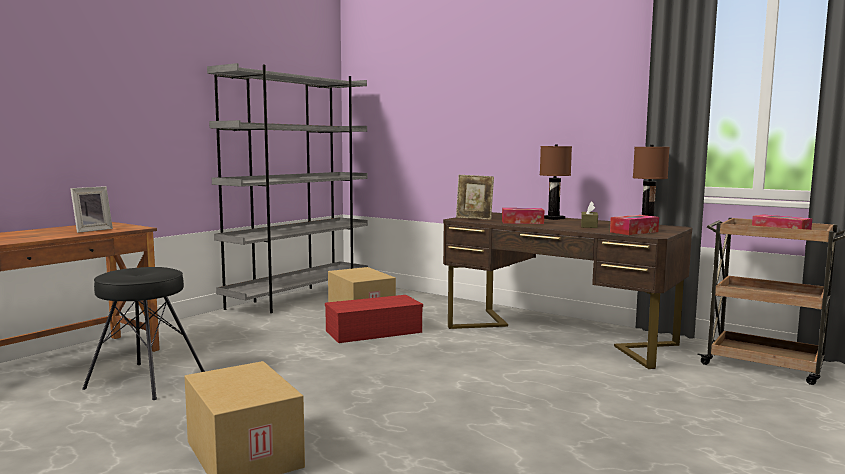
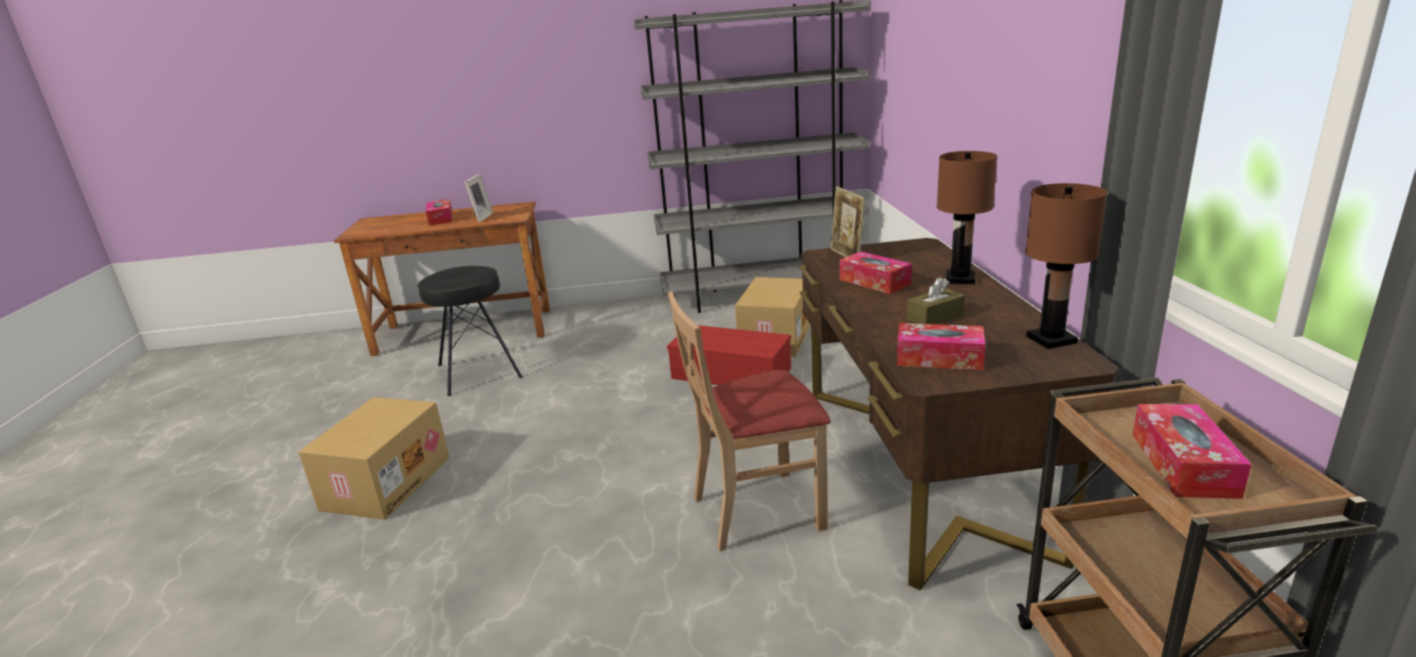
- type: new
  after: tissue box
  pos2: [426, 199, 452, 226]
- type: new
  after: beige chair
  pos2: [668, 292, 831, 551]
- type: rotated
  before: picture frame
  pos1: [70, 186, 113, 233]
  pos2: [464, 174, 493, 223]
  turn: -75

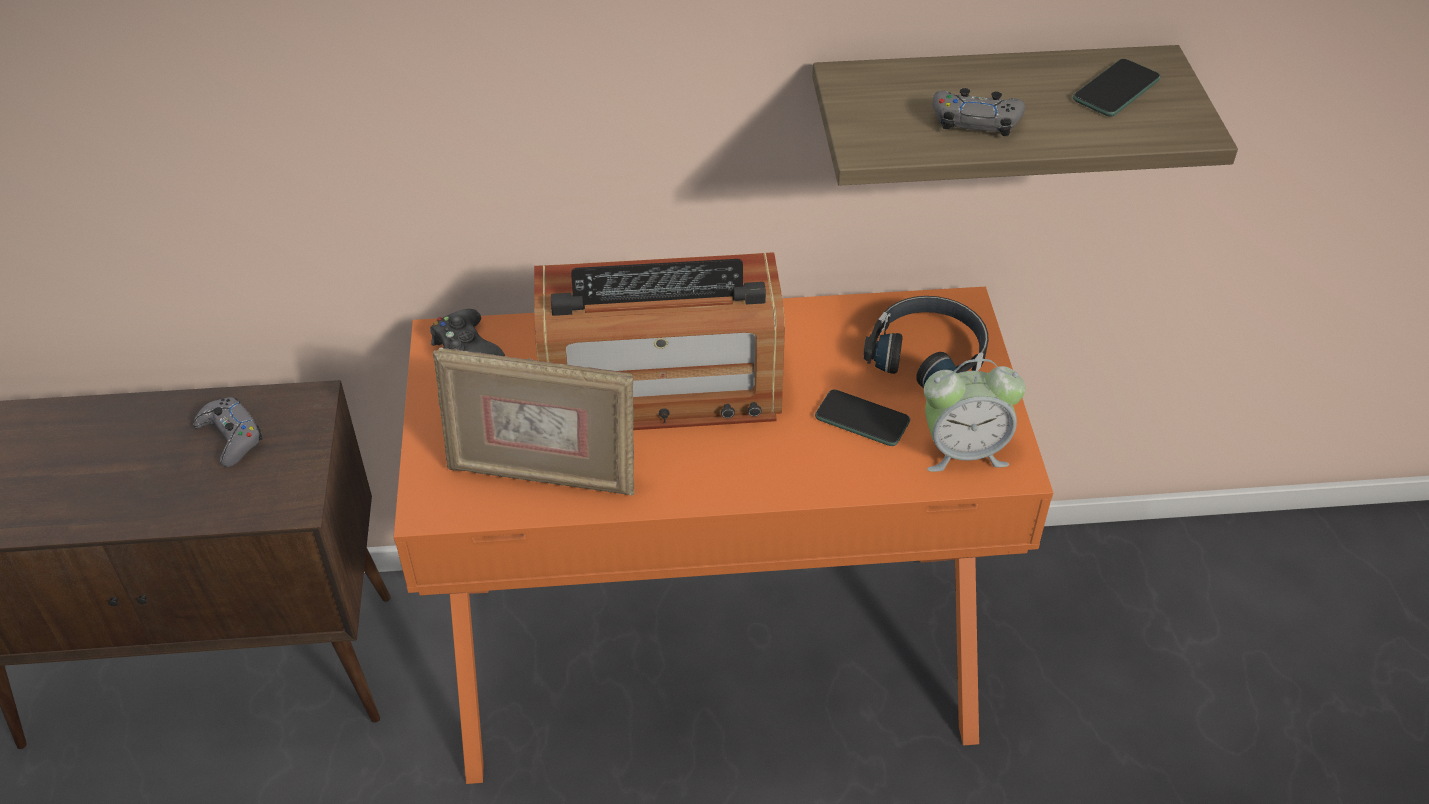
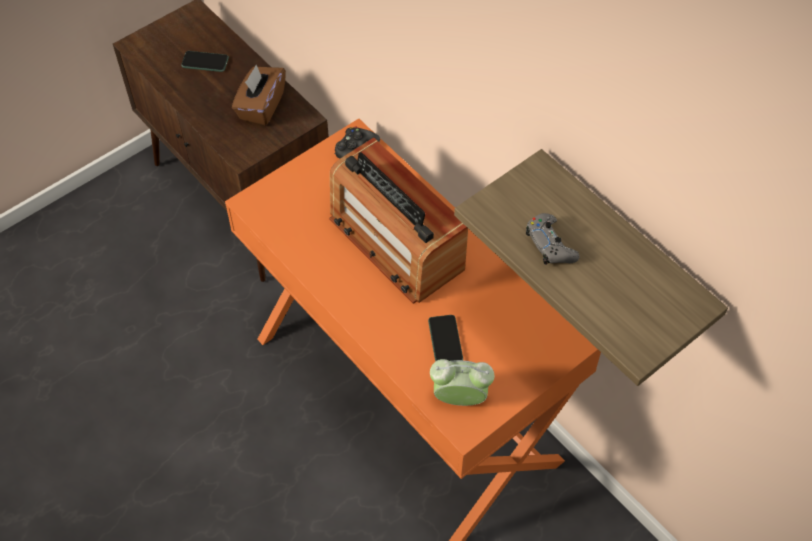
- type: gone
  before: picture frame
  pos1: [433, 347, 635, 496]
- type: gone
  before: black headphones
  pos1: [863, 296, 989, 388]
- type: shifted
  before: phone
  pos1: [1073, 59, 1161, 117]
  pos2: [181, 51, 229, 72]
- type: swapped
  before: grey game controller
  after: brown tissue box
  pos1: [194, 397, 263, 467]
  pos2: [232, 65, 286, 126]
- type: rotated
  before: alarm clock
  pos1: [924, 359, 1025, 472]
  pos2: [430, 359, 494, 406]
  turn: 135

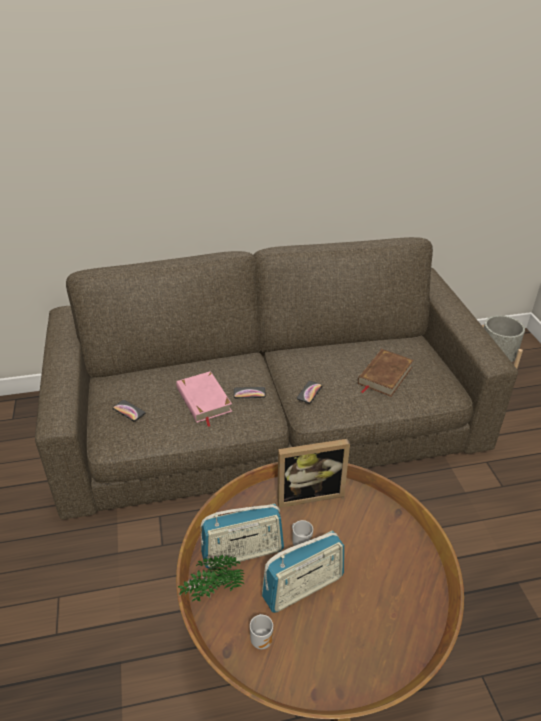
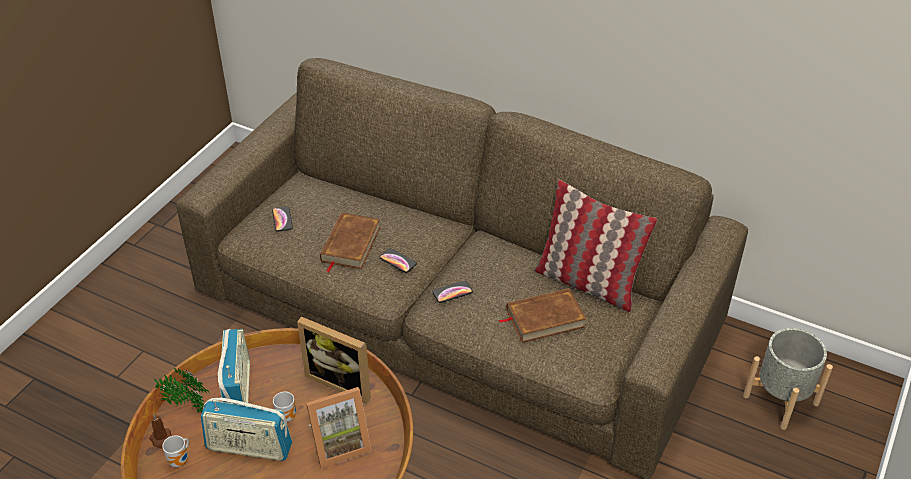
- type: new
  after: brown candle
  pos2: [149, 413, 172, 449]
- type: new
  after: picture frame
  pos2: [306, 387, 372, 468]
- type: new
  after: pillow
  pos2: [534, 180, 657, 312]
- type: repainted
  before: pink book
  after: brown book
  pos1: [176, 371, 232, 427]
  pos2: [320, 213, 380, 272]
- type: rotated
  before: radio
  pos1: [201, 503, 284, 569]
  pos2: [218, 329, 250, 404]
  turn: -120

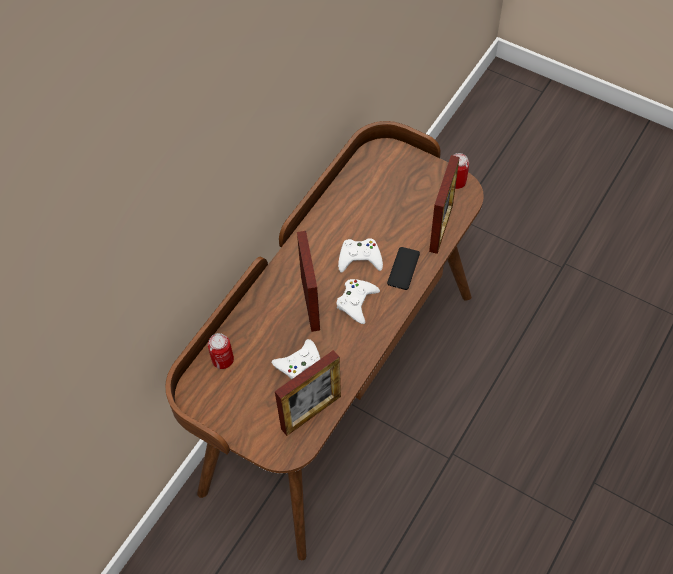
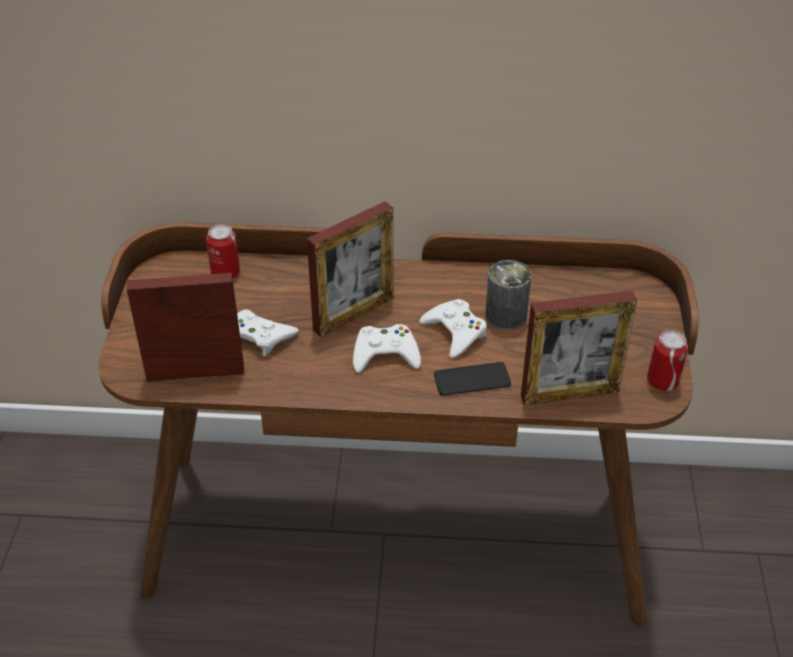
- type: new
  after: can
  pos2: [485, 260, 532, 330]
- type: rotated
  before: picture frame
  pos1: [275, 350, 341, 436]
  pos2: [127, 273, 244, 382]
  turn: 150

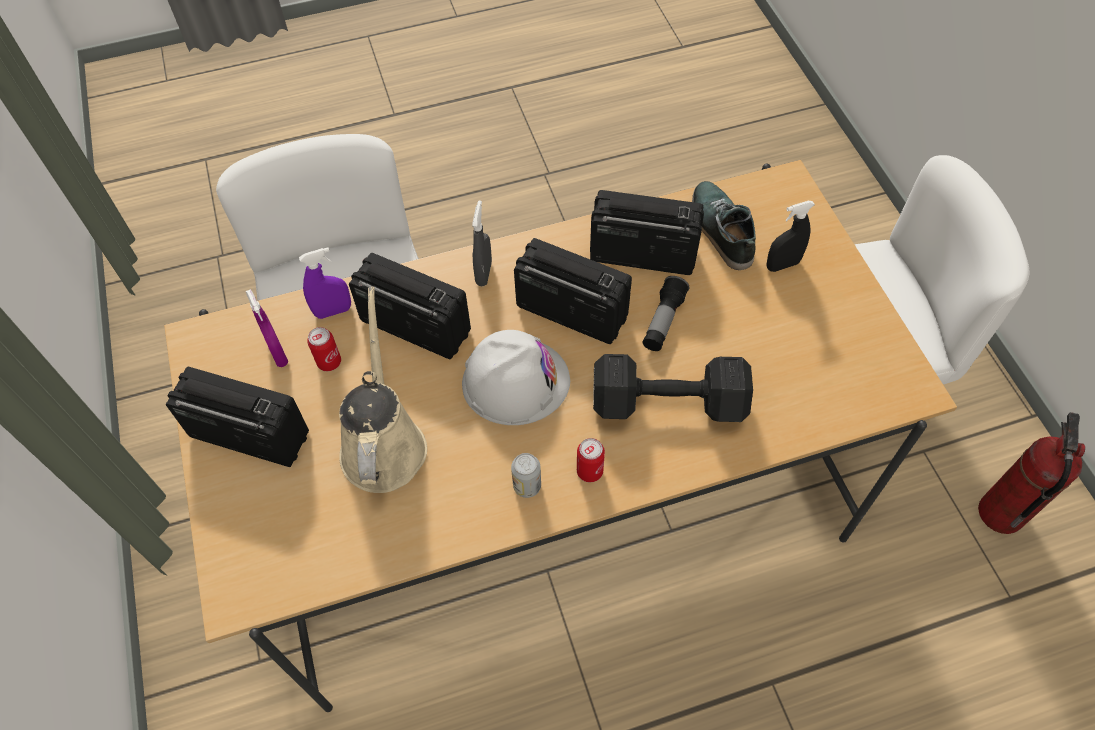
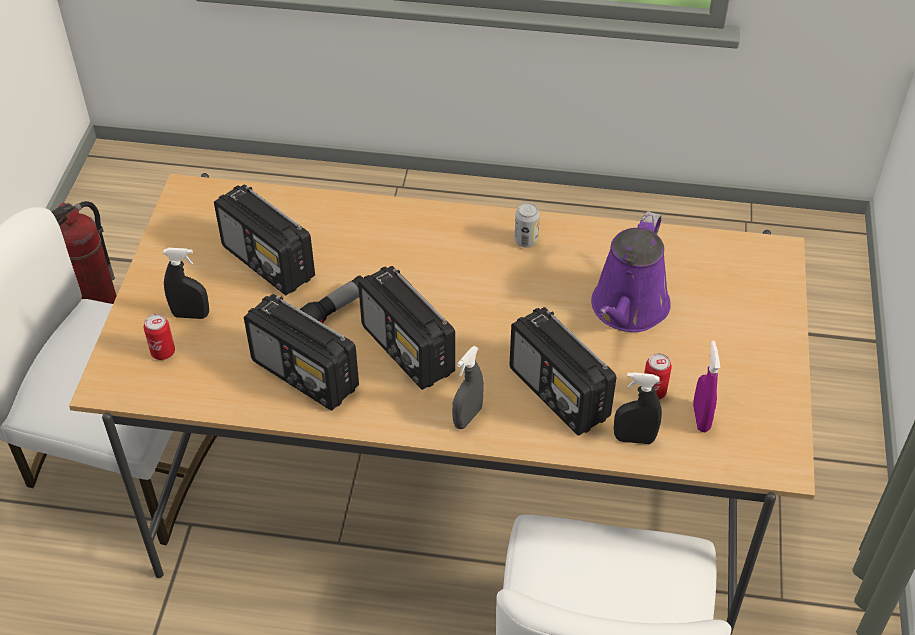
- type: gone
  before: white hard hat
  pos1: [462, 330, 570, 425]
- type: gone
  before: black dumbbell
  pos1: [593, 354, 753, 422]
- type: gone
  before: shoe
  pos1: [692, 181, 756, 270]
- type: shifted
  before: radio
  pos1: [166, 367, 309, 467]
  pos2: [214, 185, 315, 295]
- type: shifted
  before: can
  pos1: [577, 438, 605, 482]
  pos2: [144, 314, 175, 360]
- type: repainted
  before: purple spray bottle
  after: black spray bottle
  pos1: [299, 247, 351, 319]
  pos2: [614, 372, 662, 444]
- type: repainted
  before: beige watering can
  after: purple watering can
  pos1: [339, 286, 427, 493]
  pos2: [591, 211, 671, 332]

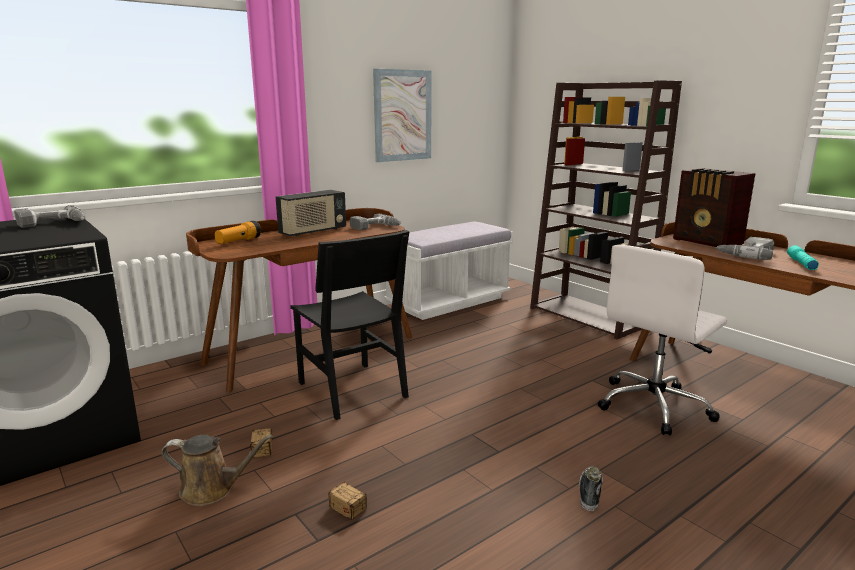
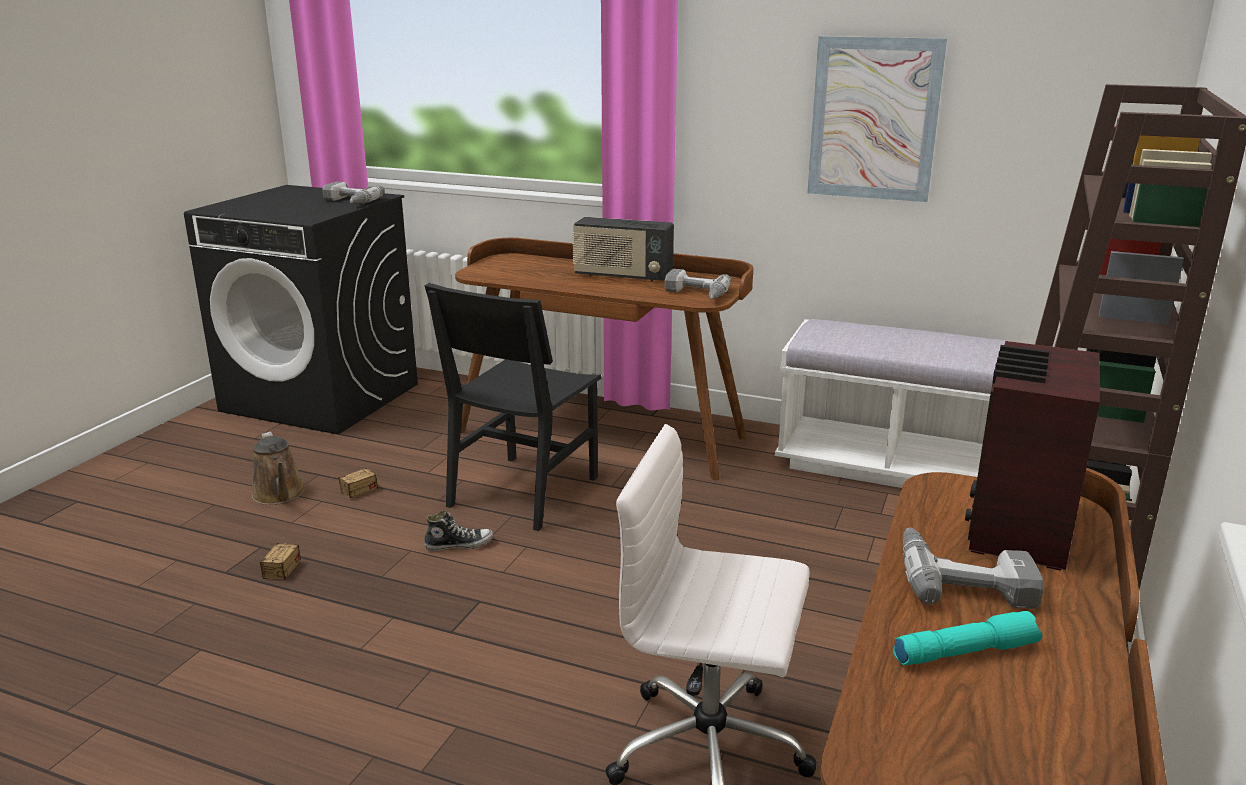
- type: gone
  before: flashlight
  pos1: [215, 221, 261, 244]
- type: shifted
  before: shoe
  pos1: [579, 466, 603, 511]
  pos2: [424, 510, 494, 551]

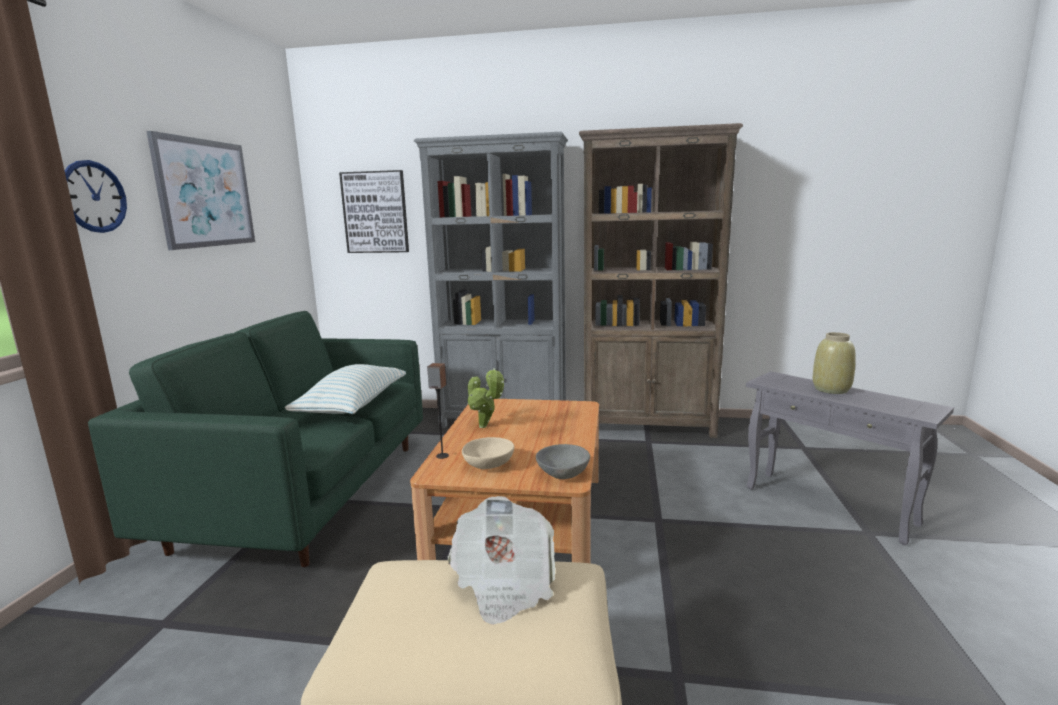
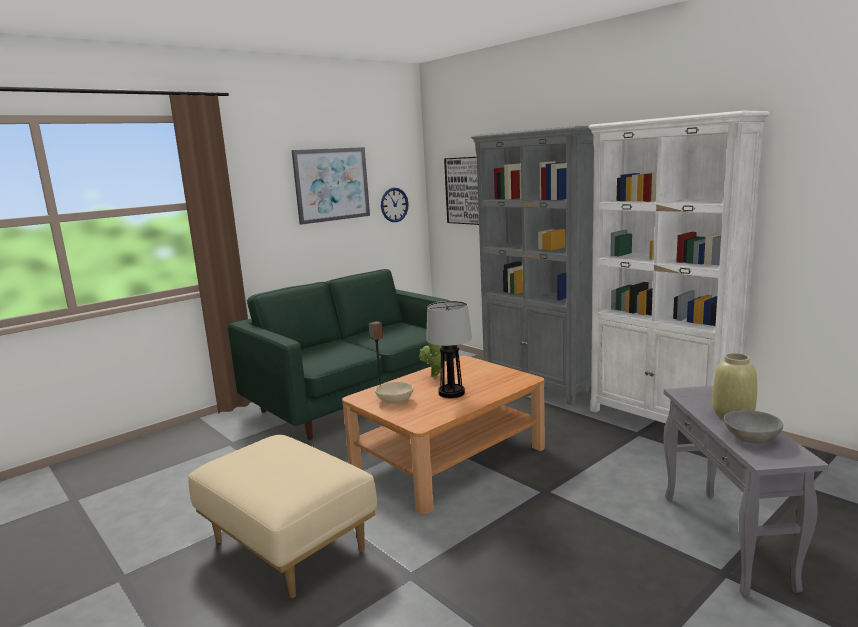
- type: gone
  before: pillow
  pos1: [285, 364, 406, 414]
- type: gone
  before: newspaper
  pos1: [448, 496, 556, 625]
- type: new
  after: table lamp
  pos2: [426, 301, 472, 398]
- type: shifted
  before: wall clock
  pos1: [65, 160, 127, 233]
  pos2: [381, 188, 409, 222]
- type: shifted
  before: grey bowl
  pos1: [536, 444, 590, 479]
  pos2: [724, 410, 783, 443]
- type: repainted
  before: brown bookcase
  after: white bookcase
  pos1: [579, 123, 743, 438]
  pos2: [588, 111, 770, 423]

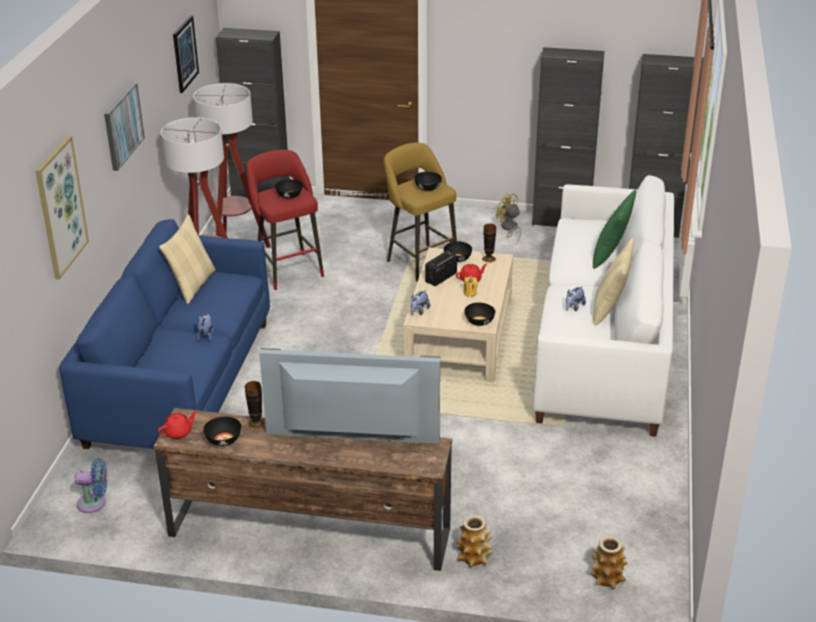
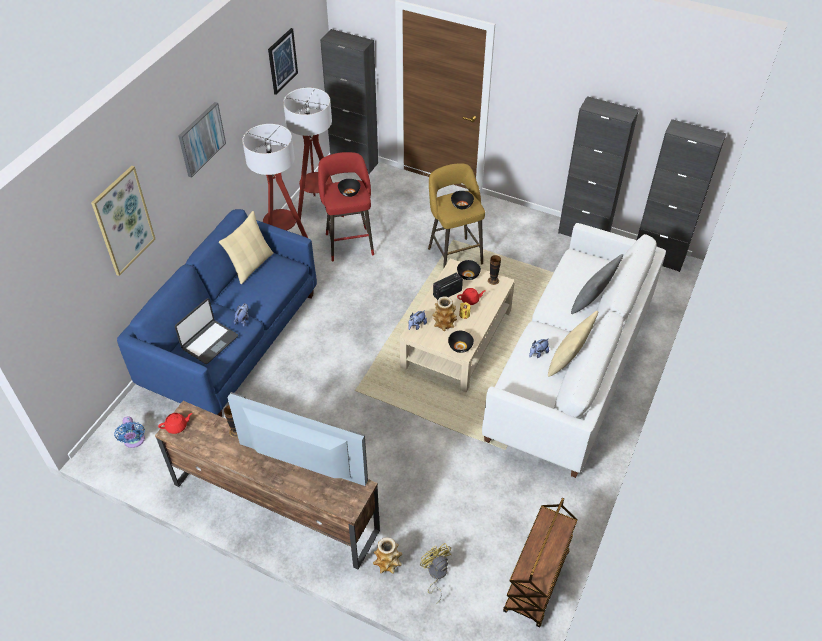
- type: gone
  before: black bowl
  pos1: [203, 417, 241, 446]
- type: new
  after: laptop
  pos2: [175, 298, 238, 364]
- type: new
  after: brown cart
  pos2: [503, 498, 578, 627]
- type: shifted
  before: yellow fan
  pos1: [496, 193, 521, 241]
  pos2: [420, 543, 451, 604]
- type: shifted
  before: vase
  pos1: [590, 536, 628, 589]
  pos2: [432, 297, 457, 331]
- type: repainted
  before: green pillow
  after: grey pillow
  pos1: [593, 190, 636, 269]
  pos2: [571, 254, 623, 314]
- type: rotated
  before: blue fan
  pos1: [75, 458, 107, 513]
  pos2: [114, 416, 145, 448]
  turn: 60

